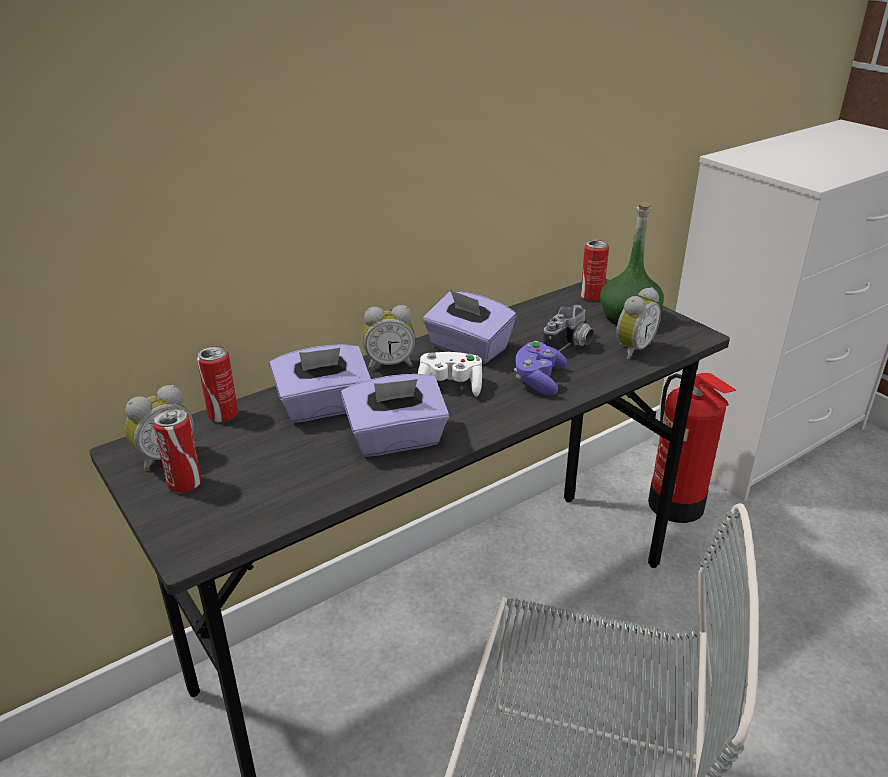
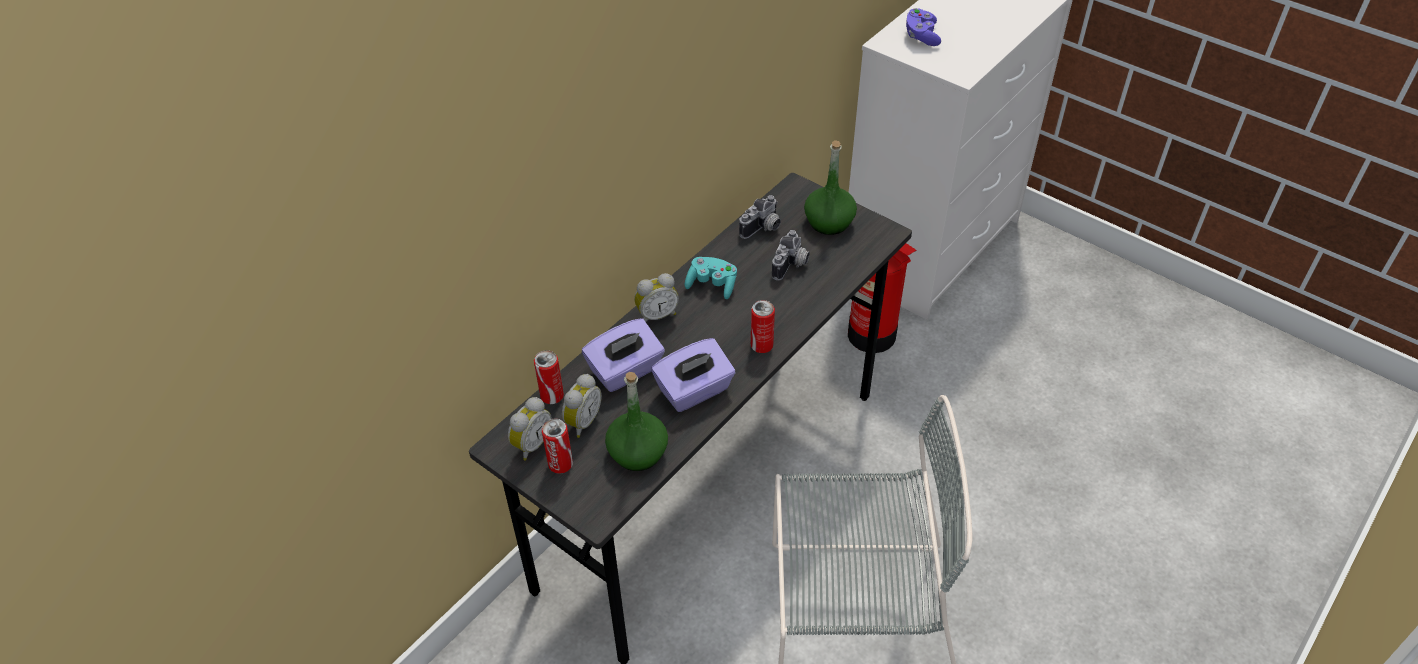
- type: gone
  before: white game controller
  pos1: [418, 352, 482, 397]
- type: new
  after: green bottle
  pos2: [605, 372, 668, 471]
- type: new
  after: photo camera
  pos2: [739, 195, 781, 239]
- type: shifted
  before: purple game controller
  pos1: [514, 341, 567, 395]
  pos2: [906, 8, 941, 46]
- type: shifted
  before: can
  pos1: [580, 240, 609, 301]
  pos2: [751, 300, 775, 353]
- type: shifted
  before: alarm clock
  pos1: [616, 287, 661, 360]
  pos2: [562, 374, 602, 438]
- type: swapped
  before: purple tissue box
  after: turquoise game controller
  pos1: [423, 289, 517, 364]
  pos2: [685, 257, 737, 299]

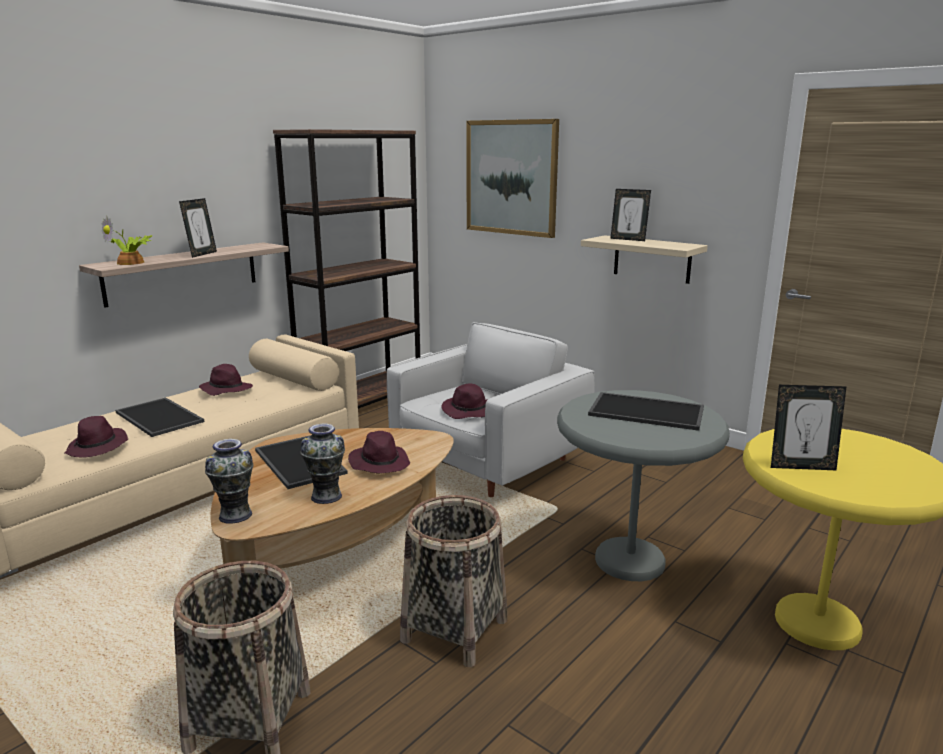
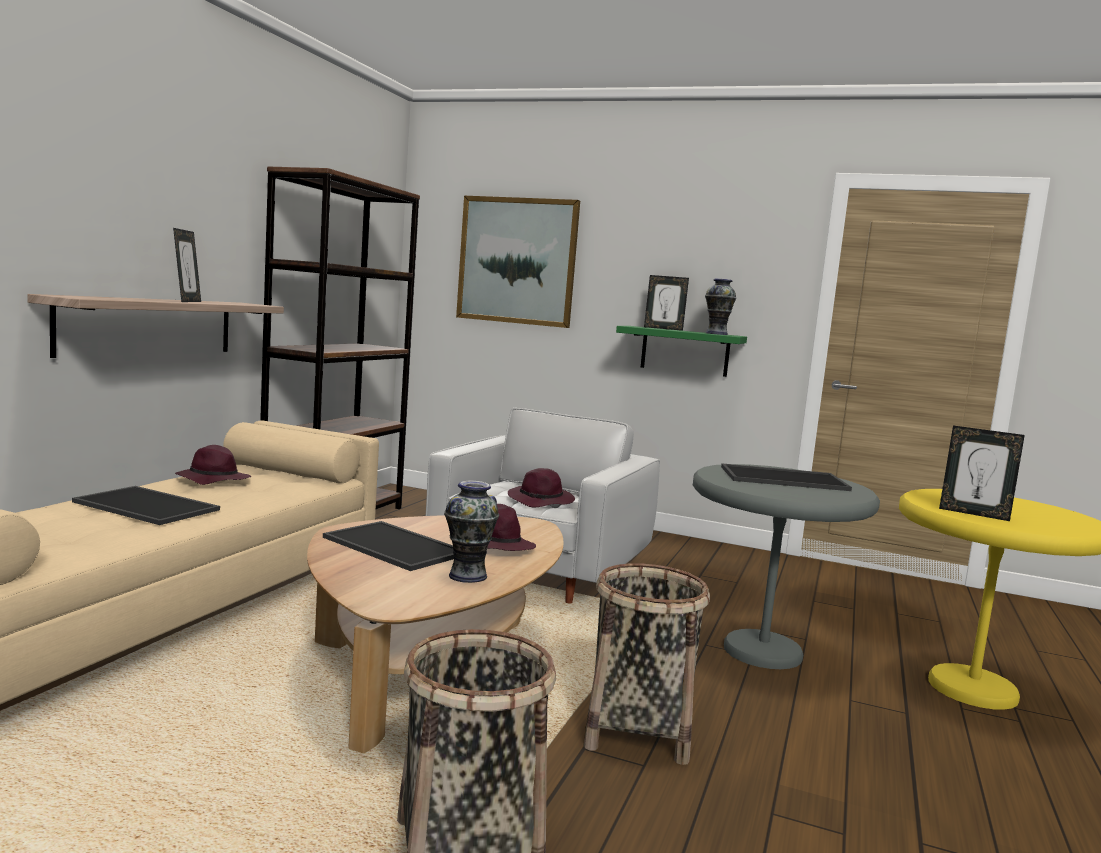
- type: gone
  before: purple hat
  pos1: [64, 416, 128, 457]
- type: gone
  before: potted plant
  pos1: [102, 216, 152, 265]
- type: shifted
  before: vase
  pos1: [205, 439, 253, 524]
  pos2: [705, 278, 736, 335]
- type: repainted
  before: beige shelf
  after: green shelf
  pos1: [581, 235, 708, 284]
  pos2: [616, 326, 747, 377]
- type: rotated
  before: picture frame
  pos1: [771, 385, 846, 470]
  pos2: [939, 425, 1025, 521]
  turn: 45

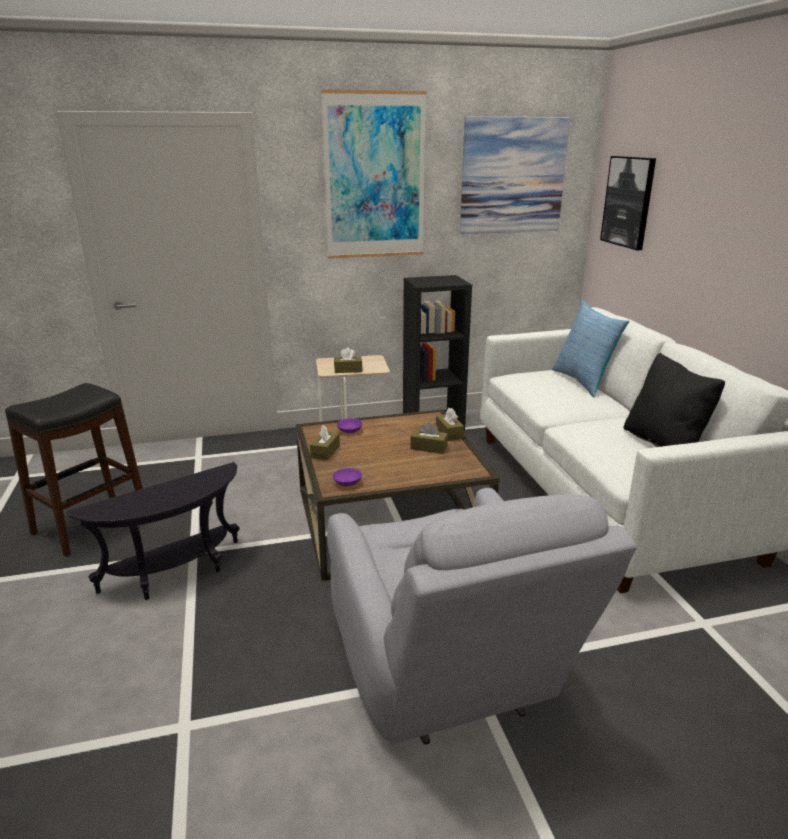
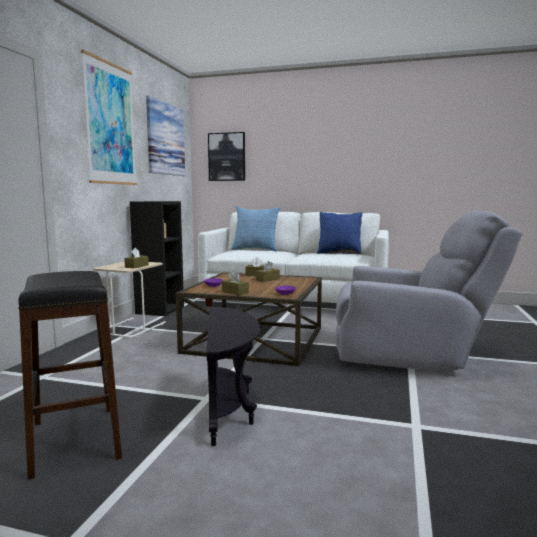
- type: repainted
  before: black pillow
  after: blue pillow
  pos1: [623, 353, 725, 447]
  pos2: [317, 212, 363, 255]

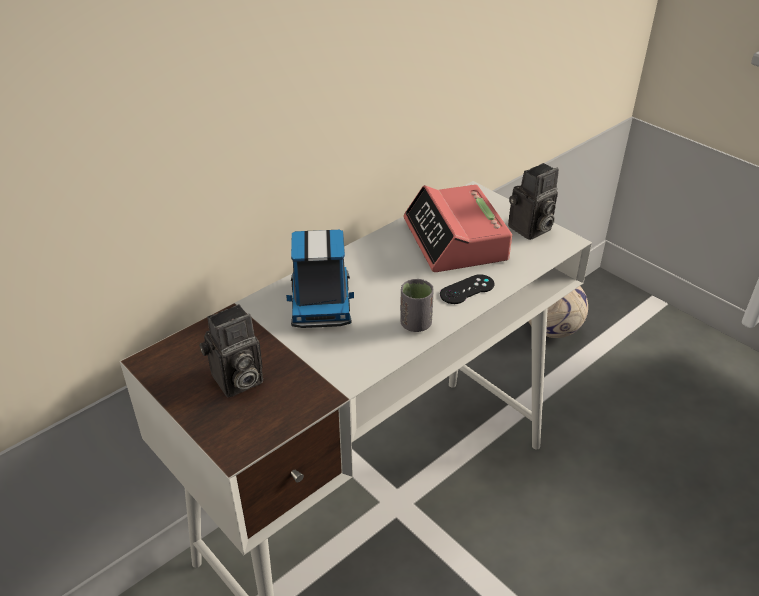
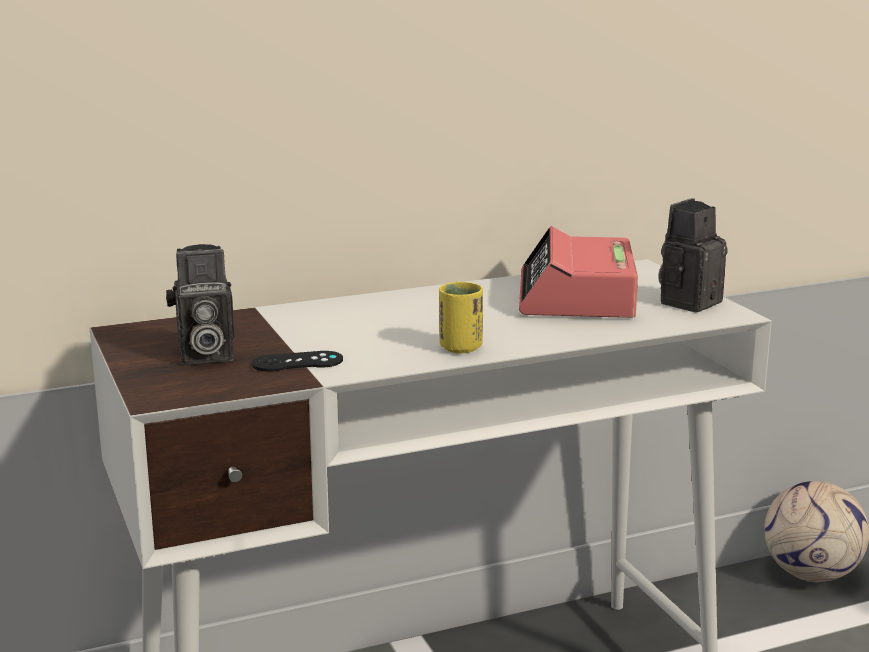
- type: gone
  before: toy truck
  pos1: [286, 230, 354, 328]
- type: shifted
  before: black game controller
  pos1: [440, 274, 494, 304]
  pos2: [252, 351, 343, 372]
- type: repainted
  before: grey cup
  after: yellow cup
  pos1: [400, 279, 434, 332]
  pos2: [439, 282, 483, 353]
- type: rotated
  before: photo camera
  pos1: [508, 163, 559, 240]
  pos2: [658, 198, 728, 313]
  turn: 150

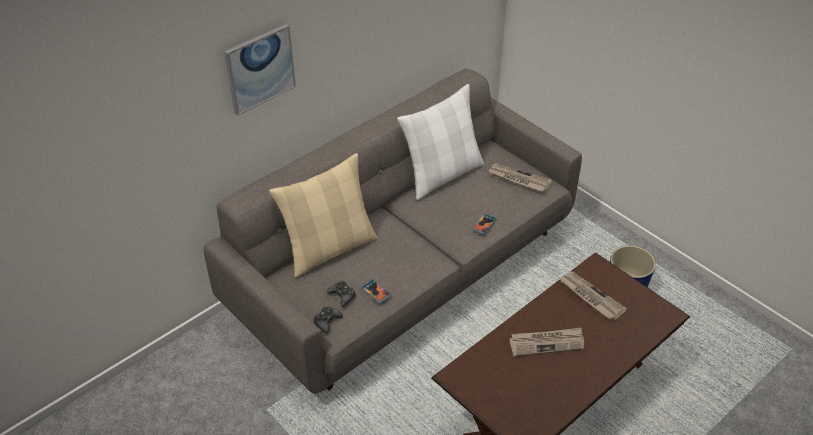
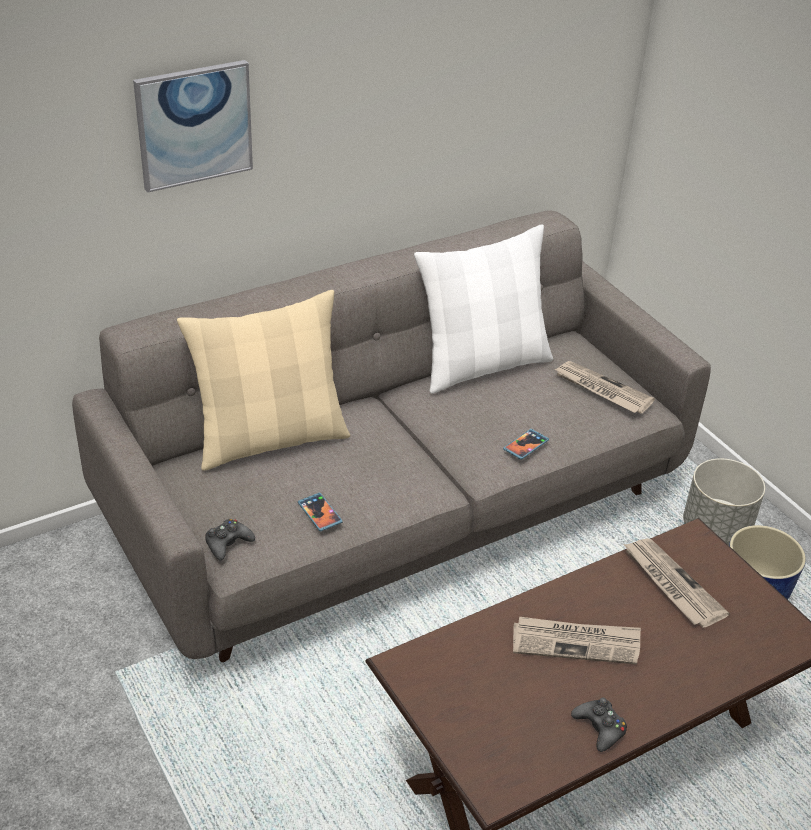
- type: new
  after: grey planter
  pos2: [683, 459, 765, 545]
- type: shifted
  before: black game controller
  pos1: [327, 280, 355, 307]
  pos2: [571, 698, 627, 752]

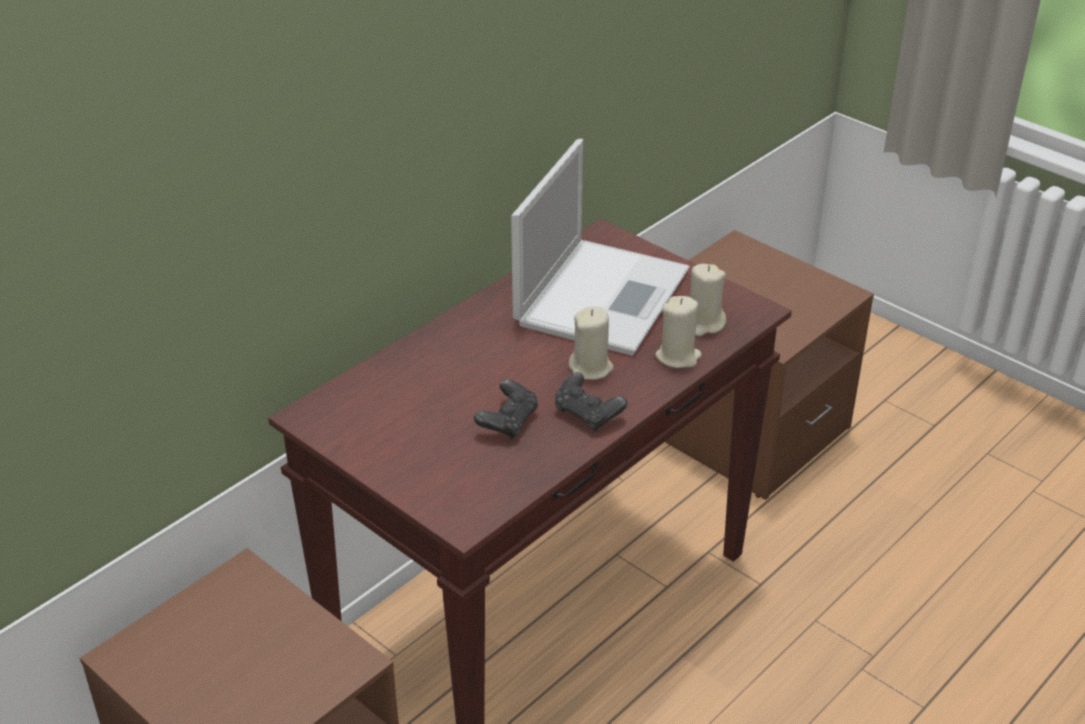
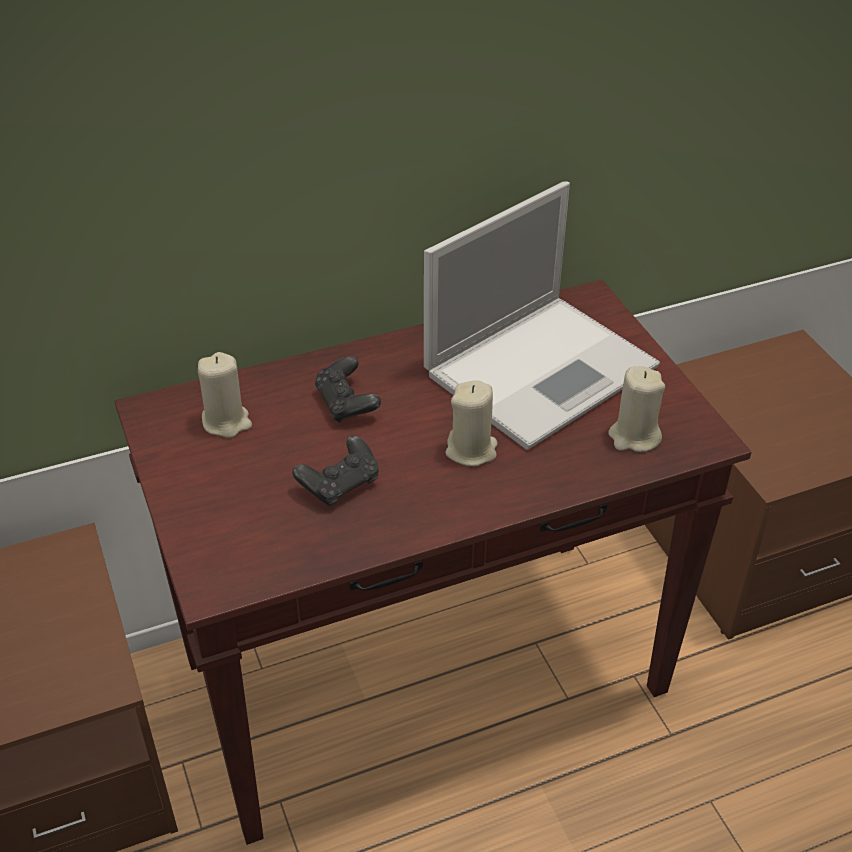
- type: shifted
  before: black game controller
  pos1: [555, 372, 628, 431]
  pos2: [315, 356, 381, 423]
- type: shifted
  before: beige candle
  pos1: [655, 296, 702, 368]
  pos2: [198, 352, 252, 438]

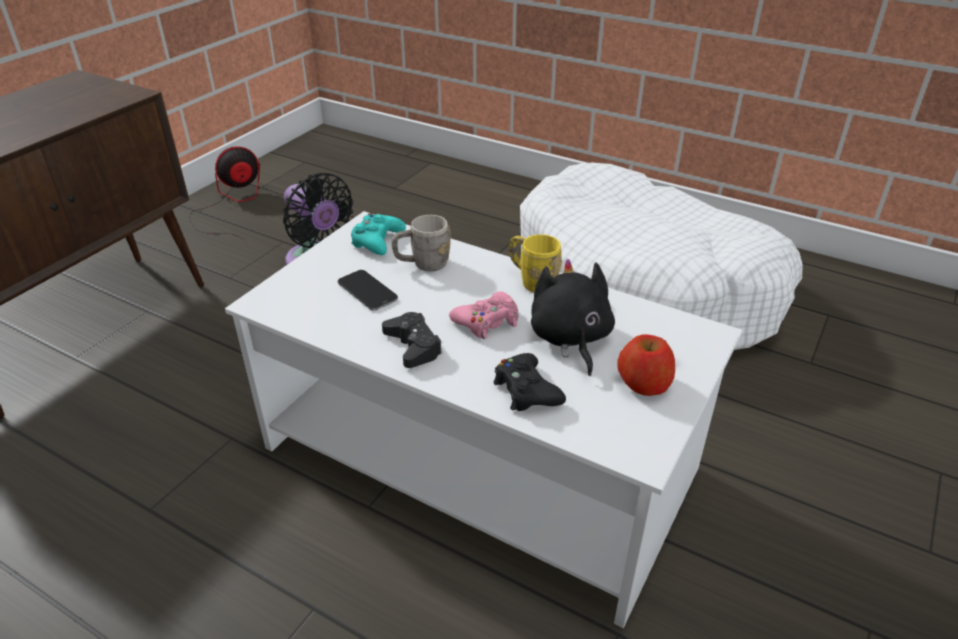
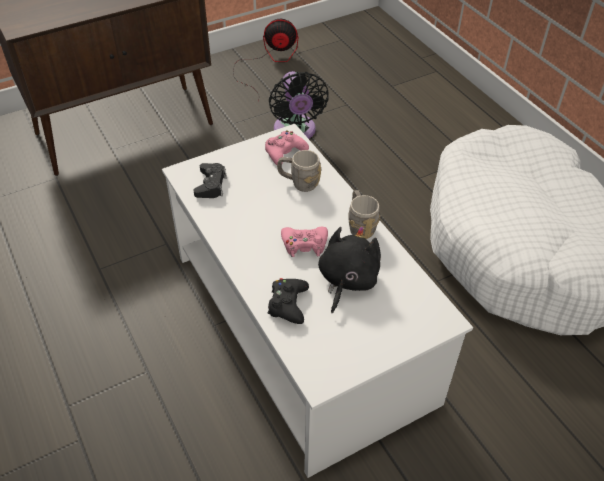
- type: gone
  before: phone
  pos1: [338, 270, 398, 311]
- type: gone
  before: apple
  pos1: [617, 334, 675, 396]
- type: shifted
  before: black game controller
  pos1: [382, 312, 443, 368]
  pos2: [193, 163, 227, 198]
- type: repainted
  before: turquoise game controller
  after: pink game controller
  pos1: [351, 213, 406, 255]
  pos2: [265, 131, 309, 165]
- type: repainted
  before: yellow mug
  after: grey mug
  pos1: [509, 234, 562, 293]
  pos2: [348, 190, 380, 239]

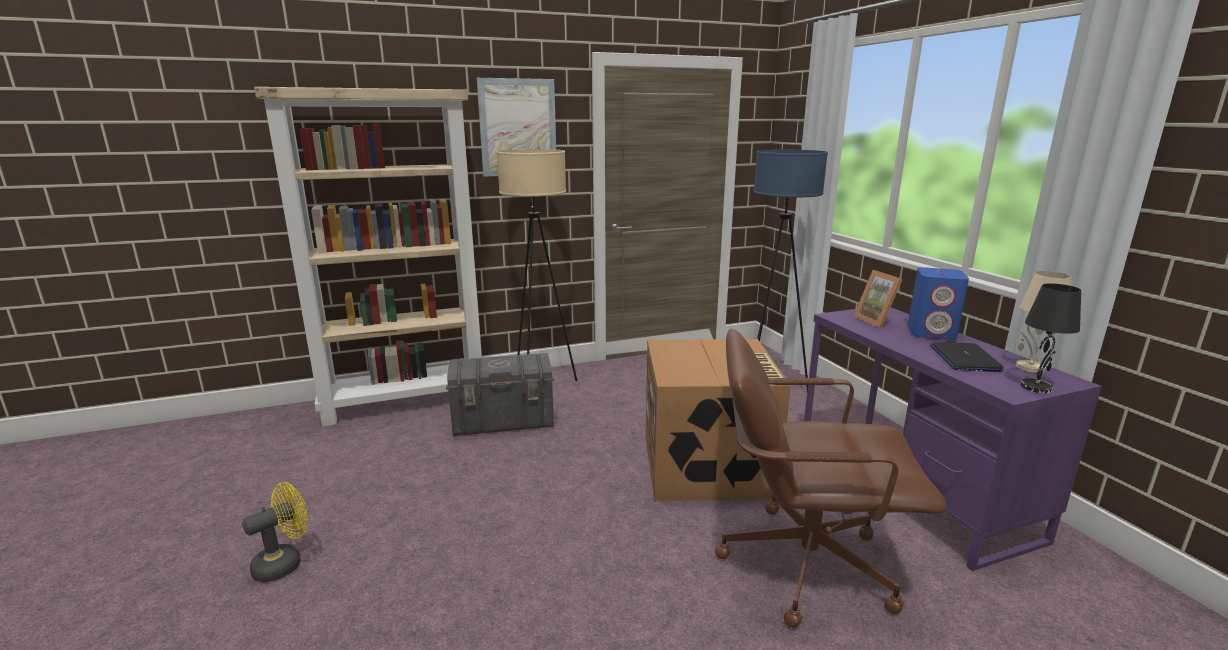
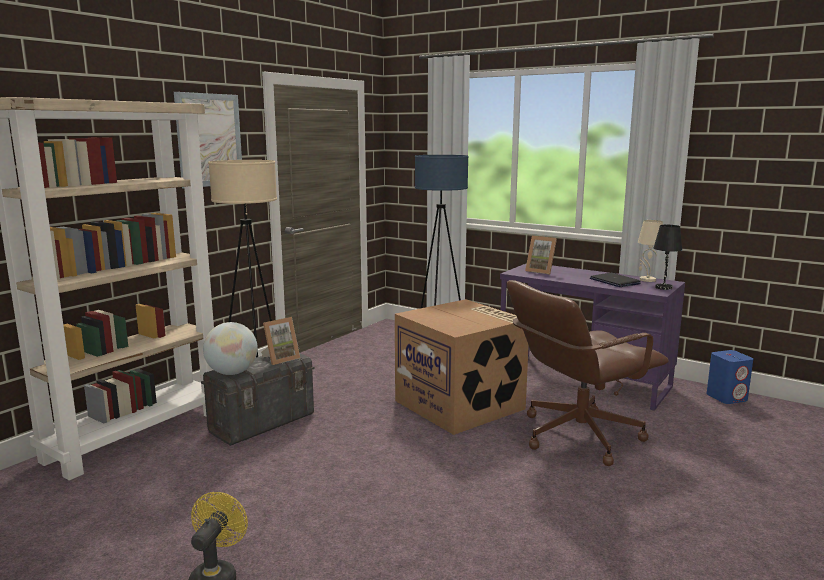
- type: new
  after: globe
  pos2: [203, 322, 258, 375]
- type: new
  after: picture frame
  pos2: [261, 317, 300, 365]
- type: shifted
  before: blue speaker
  pos1: [908, 267, 969, 340]
  pos2: [707, 350, 753, 404]

